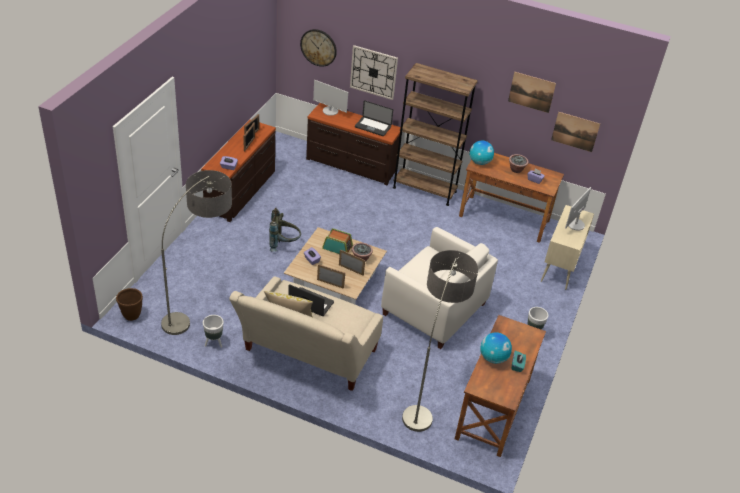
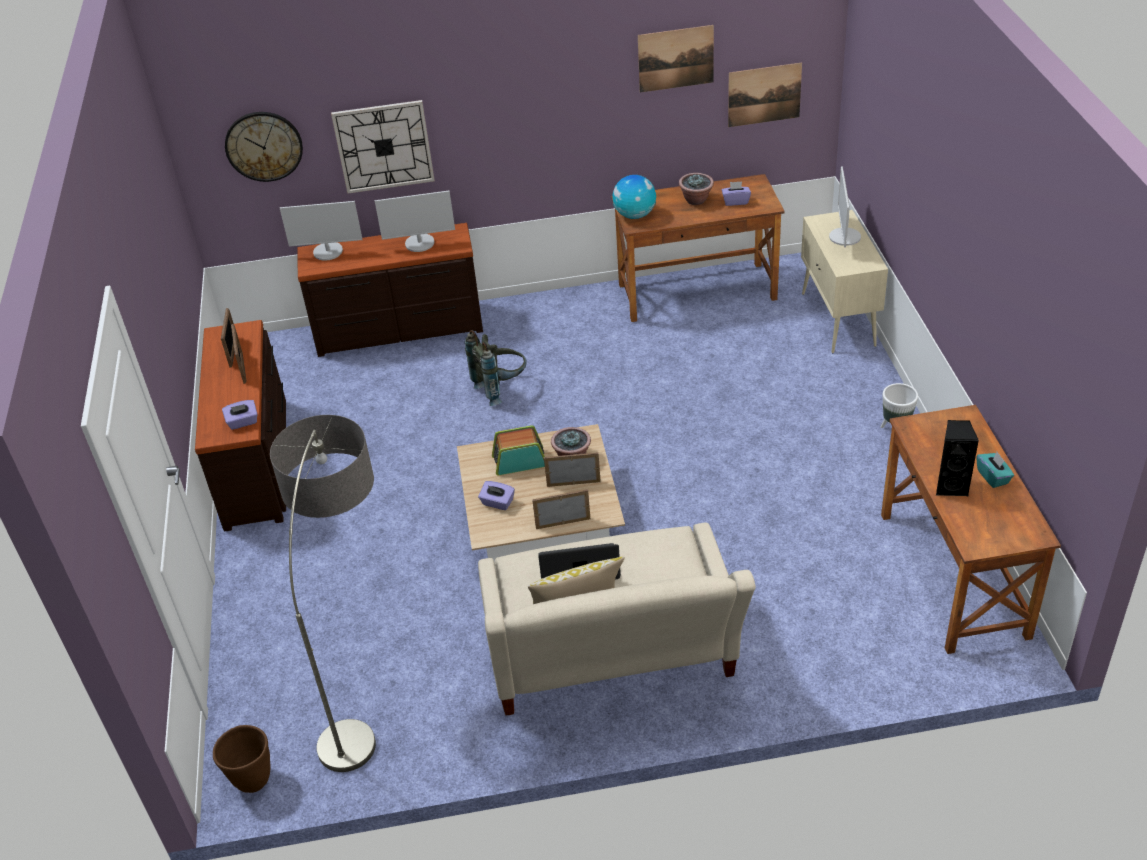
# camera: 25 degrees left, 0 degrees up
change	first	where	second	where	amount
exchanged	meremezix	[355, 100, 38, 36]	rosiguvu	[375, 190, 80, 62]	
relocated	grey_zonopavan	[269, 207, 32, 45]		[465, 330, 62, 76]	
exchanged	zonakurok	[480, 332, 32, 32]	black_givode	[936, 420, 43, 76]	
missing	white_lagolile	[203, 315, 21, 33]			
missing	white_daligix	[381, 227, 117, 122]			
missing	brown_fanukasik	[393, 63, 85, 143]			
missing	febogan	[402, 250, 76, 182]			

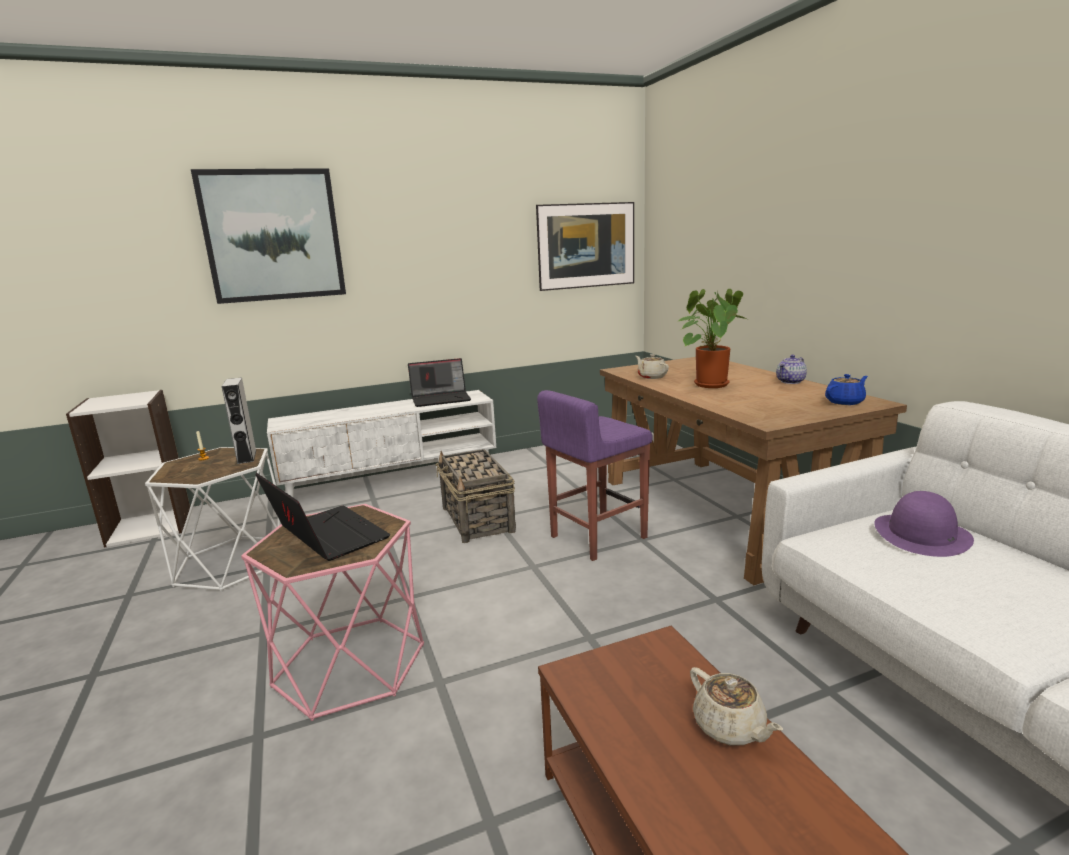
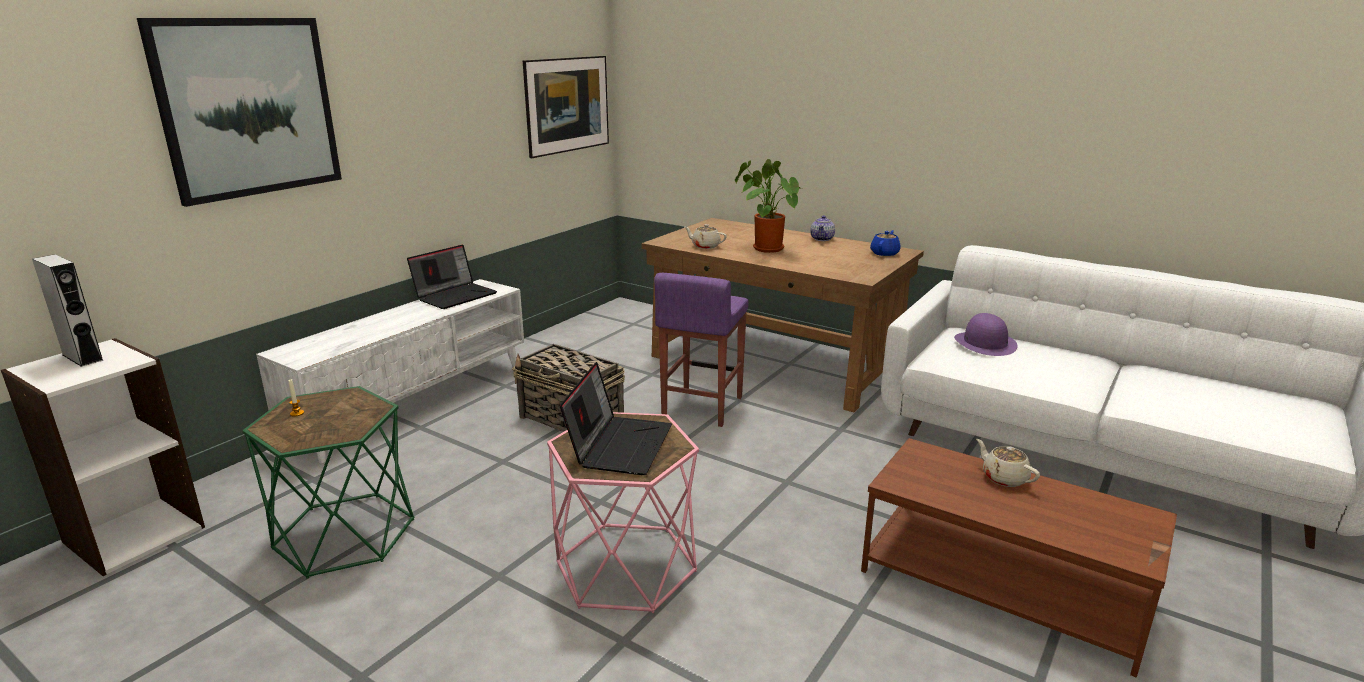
# camera: 35 degrees left, 5 degrees up
change	first	where	second	where	amount
relocated	grey_givode	[222, 377, 35, 87]		[32, 254, 71, 113]	
colour	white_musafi	[145, 447, 136, 145]	green_musafi	[242, 386, 172, 193]	
spun	meremezix	[255, 473, 135, 88]		[560, 362, 112, 113]	90 degrees clockwise
spun	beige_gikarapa	[690, 667, 93, 79]		[976, 439, 64, 48]	150 degrees counterclockwise

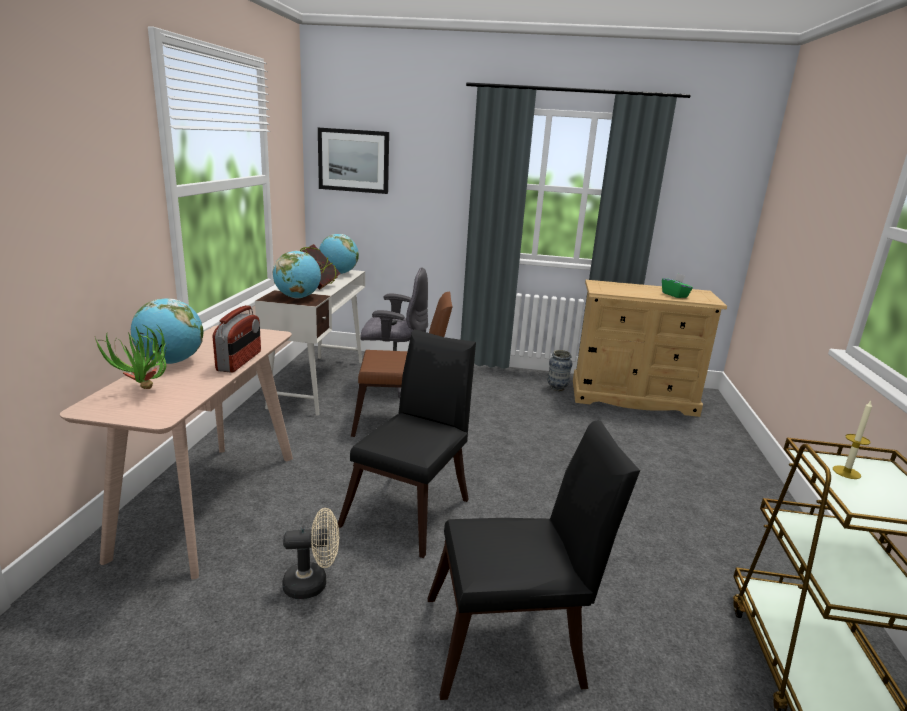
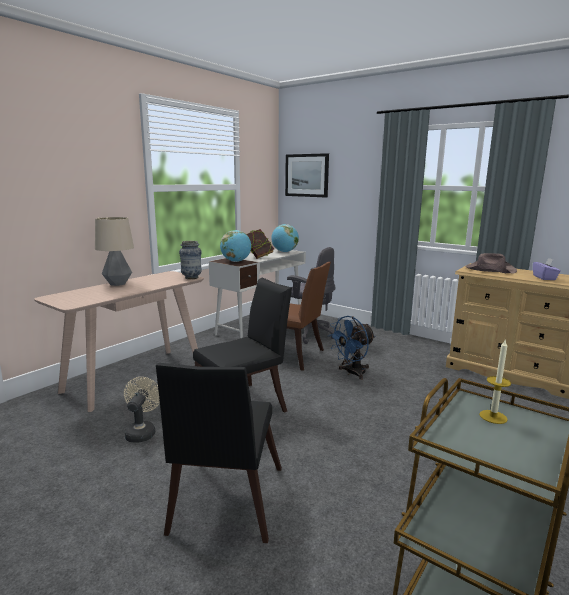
# camera: 30 degrees right, 5 degrees down
change	first	where	second	where	amount
exchanged	zonakurok	[131, 298, 72, 66]	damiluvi	[95, 217, 39, 69]	
spun	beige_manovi	[282, 508, 57, 91]		[124, 377, 36, 66]	105 degrees counterclockwise
spun	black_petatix	[427, 420, 213, 280]		[156, 363, 126, 180]	75 degrees clockwise
relocated	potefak	[548, 350, 24, 41]		[179, 241, 23, 38]	
appeared			blue_manovi	[328, 316, 47, 64]	
appeared			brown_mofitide	[466, 253, 51, 21]	
colour	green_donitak	[662, 273, 31, 25]	purple_donitak	[533, 258, 28, 22]	
missing	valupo	[95, 321, 73, 68]			
missing	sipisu	[213, 305, 48, 68]			

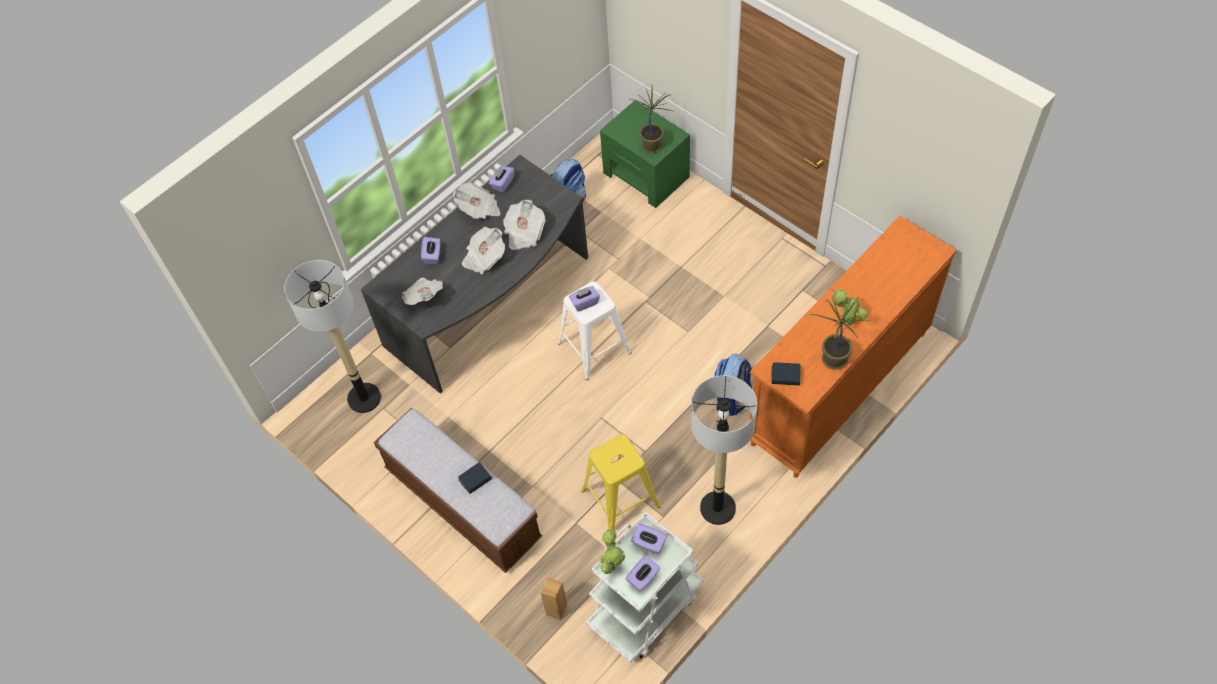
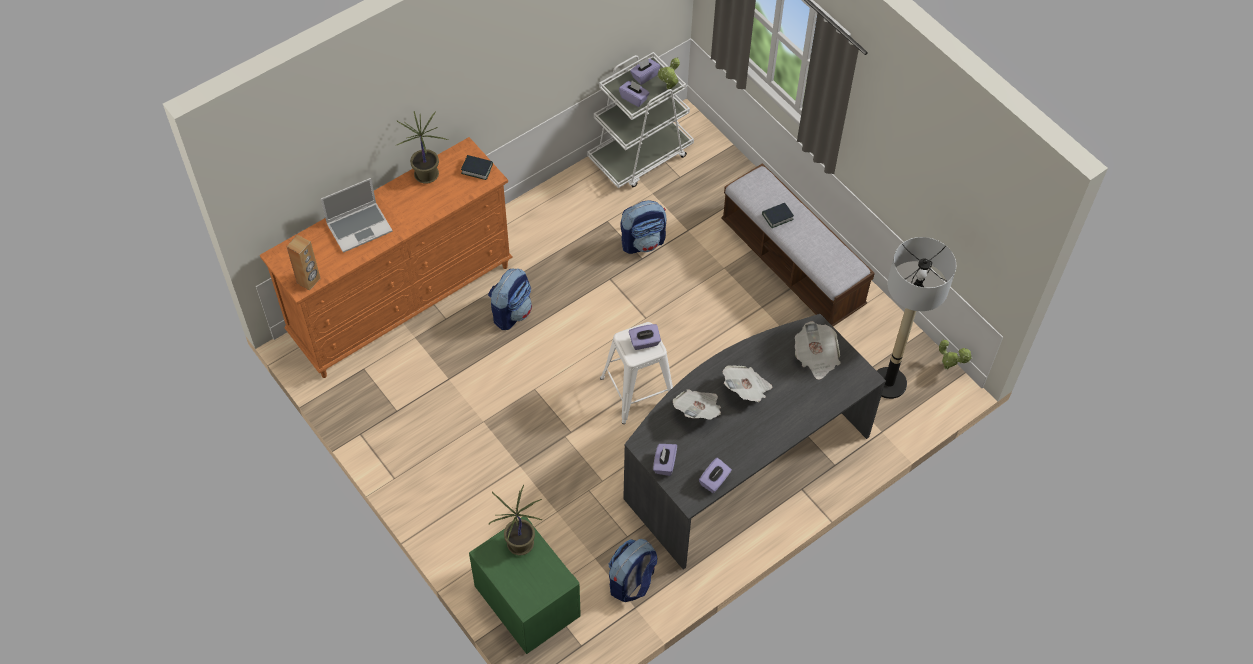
# camera: 175 degrees left, 0 degrees up
change	first	where	second	where	amount
relocated	brown_givode	[541, 577, 26, 43]		[286, 235, 34, 55]	
appeared			meremezix	[321, 178, 71, 75]	
exchanged	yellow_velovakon	[581, 434, 80, 96]	zonopavan	[621, 200, 46, 54]	
relocated	purple_donitak	[421, 237, 19, 27]		[653, 444, 24, 32]	
relocated	valupo	[832, 288, 36, 38]		[939, 339, 33, 30]	
missing	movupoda	[453, 183, 47, 36]			
missing	febogan	[691, 375, 66, 150]			

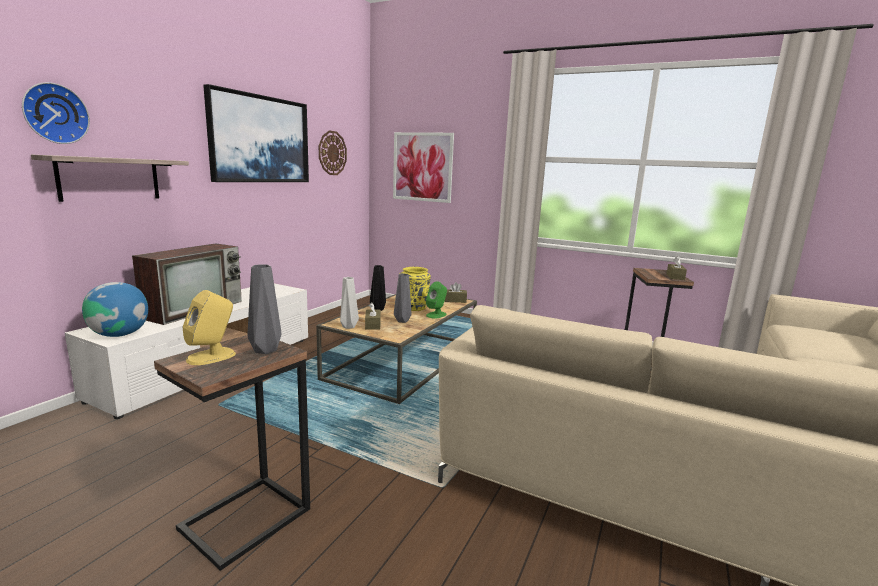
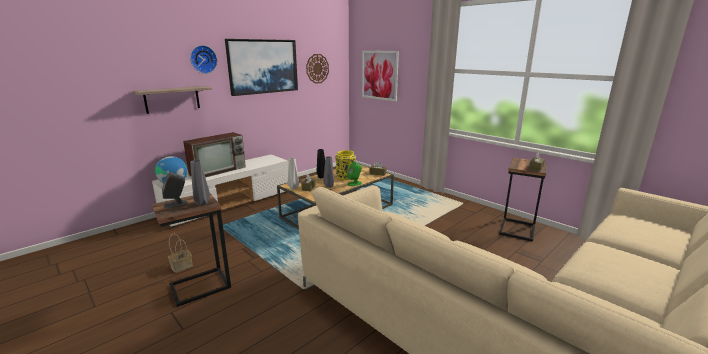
# camera: 20 degrees right, 5 degrees up
change	first	where	second	where	amount
colour	yellow_givode	[183, 290, 53, 75]	grey_givode	[162, 172, 26, 36]	
appeared			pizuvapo	[168, 234, 25, 39]	
relocated	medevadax	[22, 82, 68, 62]		[190, 45, 27, 29]	

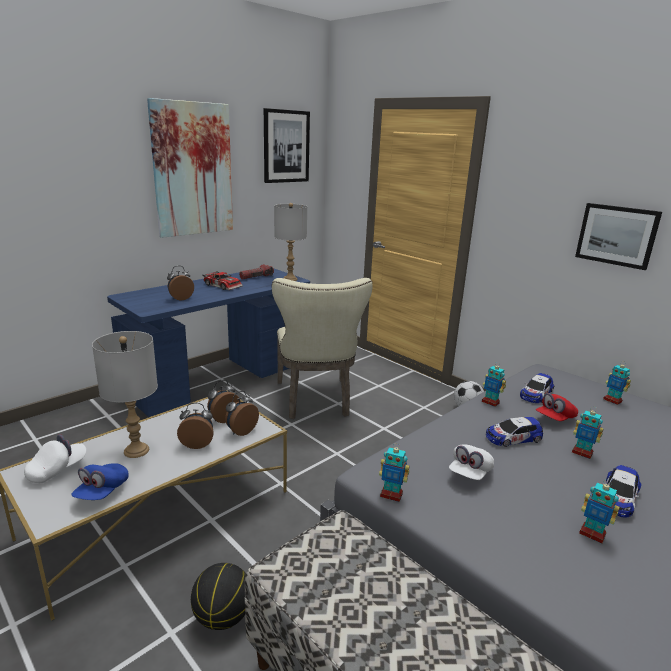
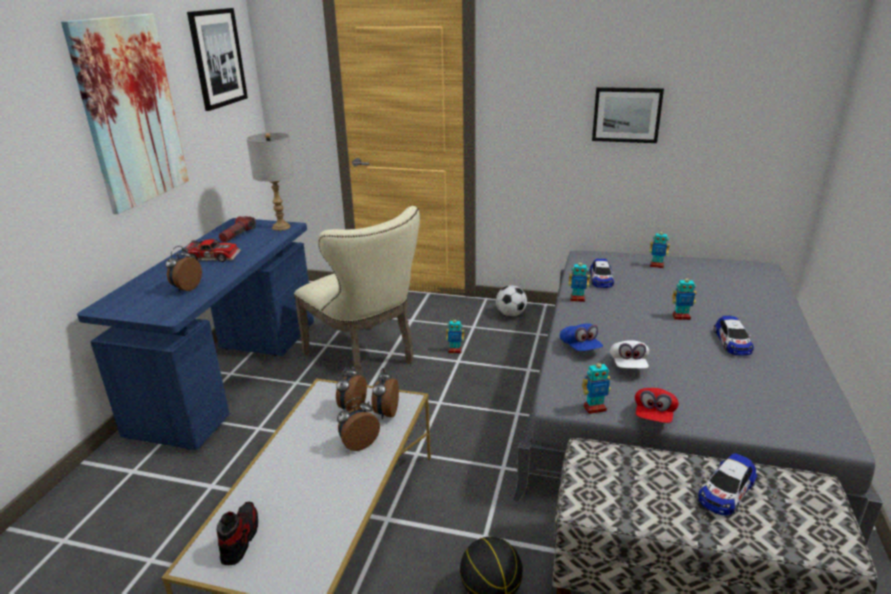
# camera: 30 degrees left, 5 degrees up
change	first	where	second	where	amount
exchanged	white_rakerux	[24, 434, 62, 49]	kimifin	[217, 502, 41, 63]	
relocated	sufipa	[579, 479, 41, 64]		[446, 319, 18, 34]	
relocated	blue_rakerux	[72, 463, 57, 37]		[560, 323, 43, 28]	
relocated	red_rakerux	[536, 393, 42, 28]		[635, 388, 44, 35]	
relocated	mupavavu	[486, 417, 57, 30]		[698, 453, 60, 63]	
missing	grey_damiluvi	[92, 331, 66, 127]			

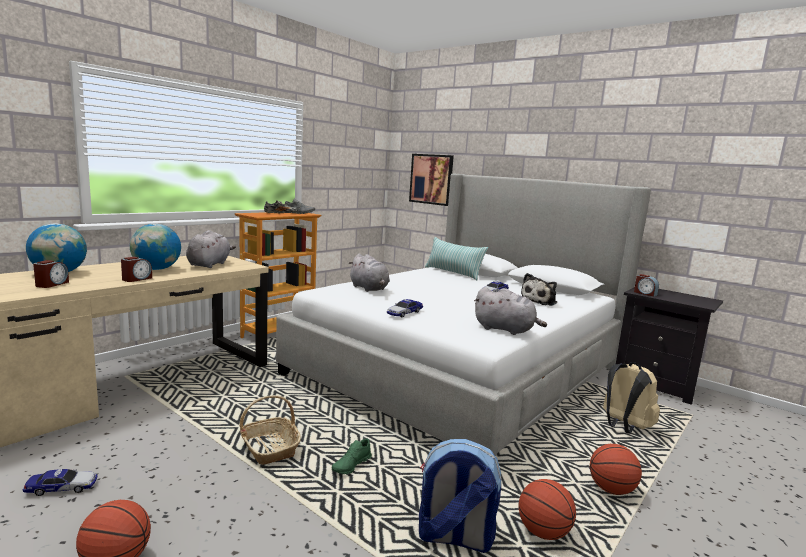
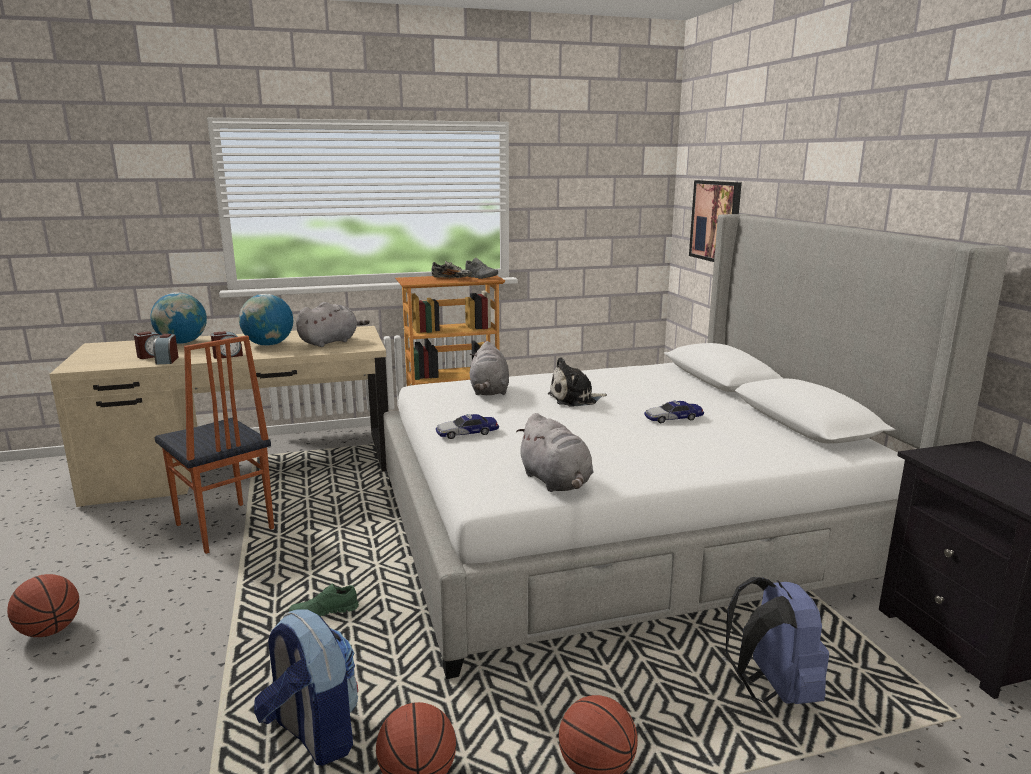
# camera: 35 degrees right, 5 degrees up
change	first	where	second	where	amount
relocated	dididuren	[634, 274, 25, 23]		[153, 334, 26, 31]	
appeared			petatix	[155, 336, 119, 218]	
relocated	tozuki	[521, 273, 36, 33]		[548, 357, 59, 49]	
colour	beige_zonopavan	[603, 362, 57, 72]	blue_zonopavan	[726, 577, 103, 127]	
missing	mupavavu	[22, 469, 76, 27]			
missing	pizuvapo	[240, 395, 61, 70]			
missing	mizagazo	[425, 237, 63, 43]			

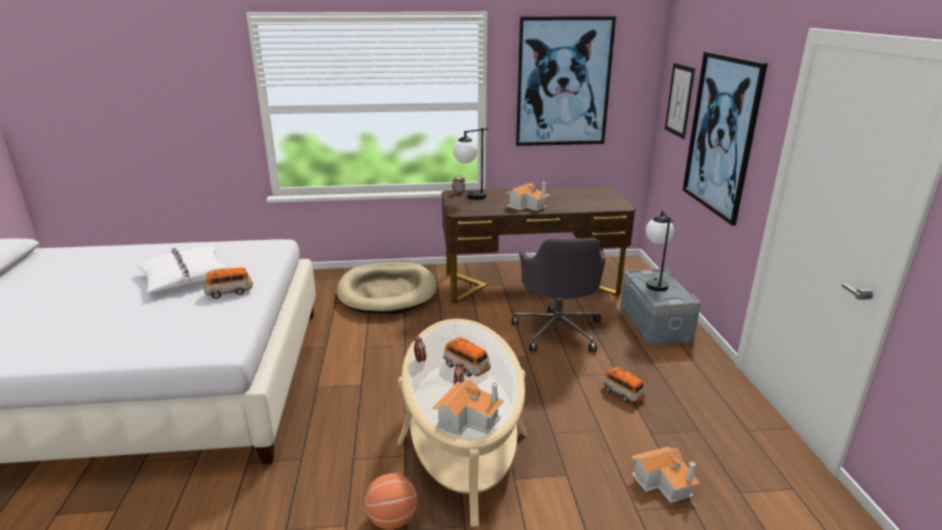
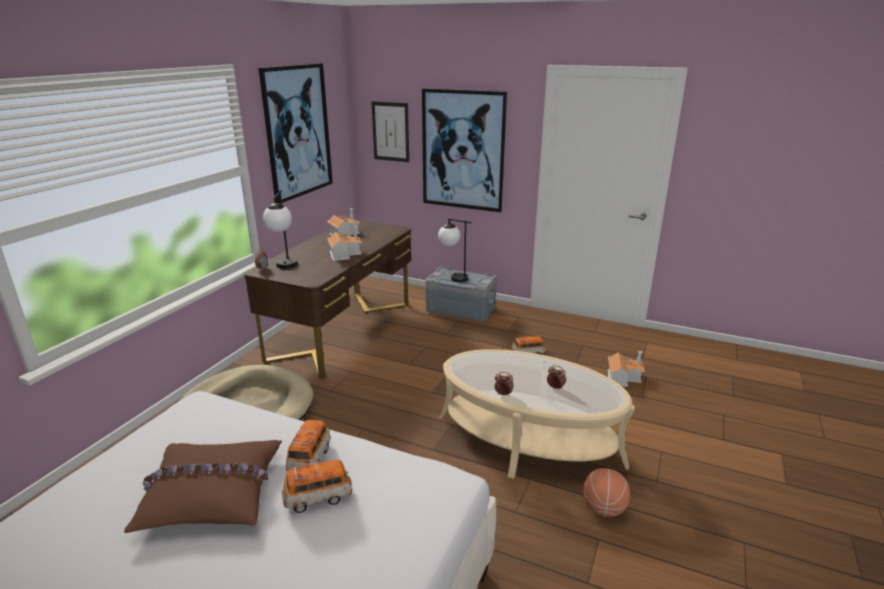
# camera: 60 degrees left, 0 degrees up
change	first	where	second	where	amount
colour	white_mizagazo	[136, 247, 92, 46]	brown_mizagazo	[124, 440, 158, 93]	
relocated	mupavavu	[443, 337, 48, 40]		[282, 460, 70, 53]	
relocated	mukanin	[432, 378, 72, 58]		[327, 208, 33, 29]	
missing	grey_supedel	[512, 238, 94, 114]			

